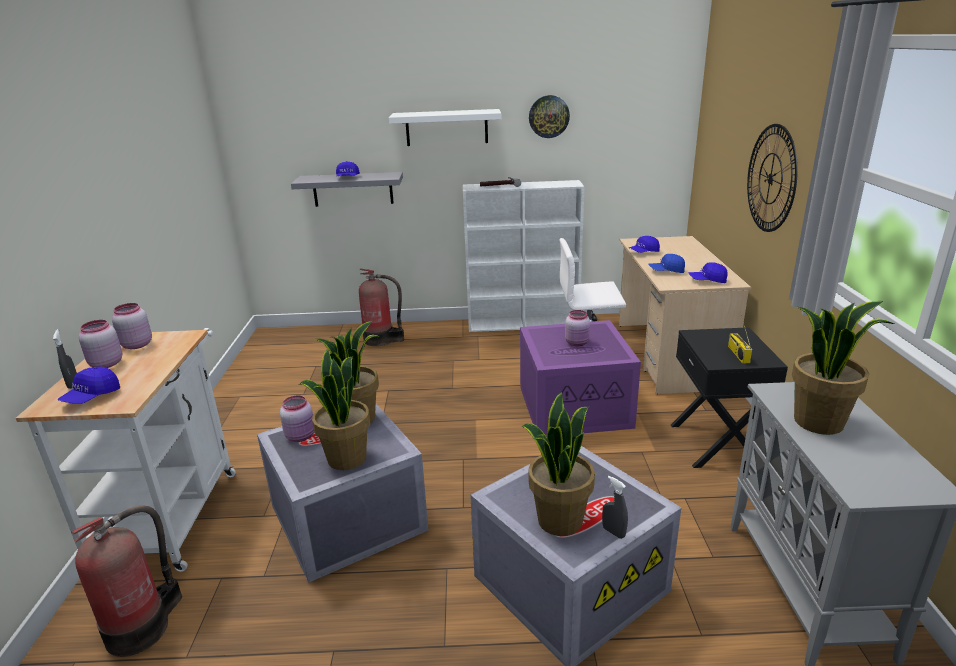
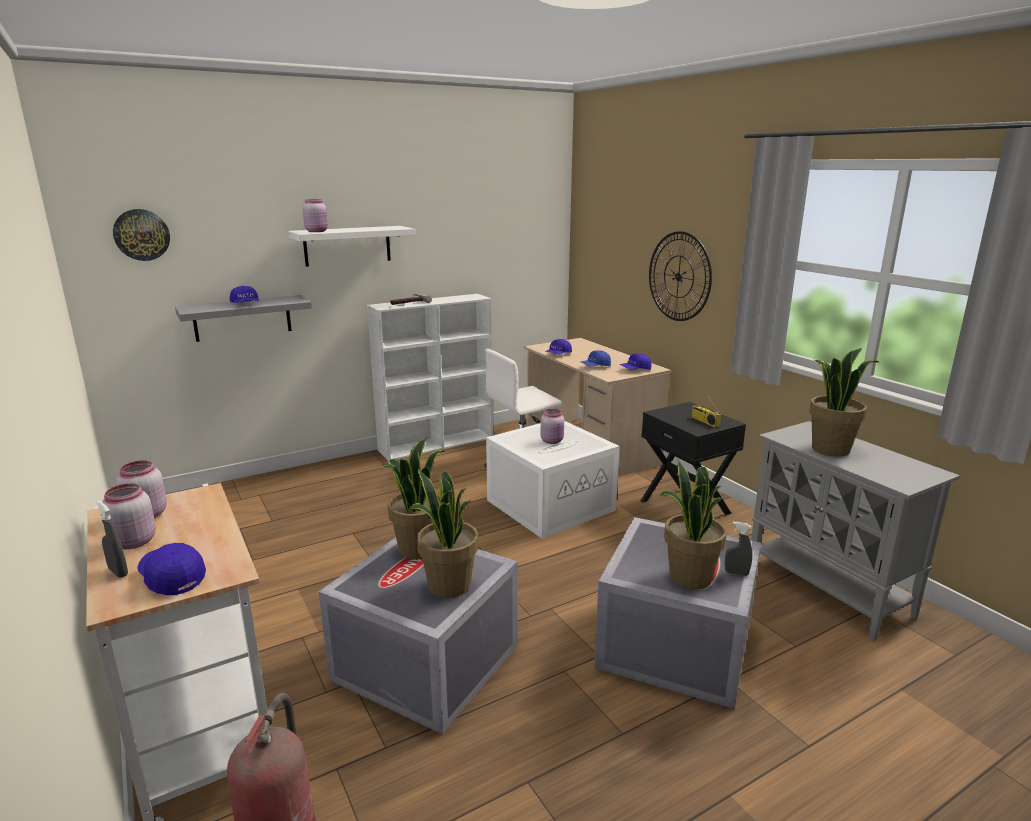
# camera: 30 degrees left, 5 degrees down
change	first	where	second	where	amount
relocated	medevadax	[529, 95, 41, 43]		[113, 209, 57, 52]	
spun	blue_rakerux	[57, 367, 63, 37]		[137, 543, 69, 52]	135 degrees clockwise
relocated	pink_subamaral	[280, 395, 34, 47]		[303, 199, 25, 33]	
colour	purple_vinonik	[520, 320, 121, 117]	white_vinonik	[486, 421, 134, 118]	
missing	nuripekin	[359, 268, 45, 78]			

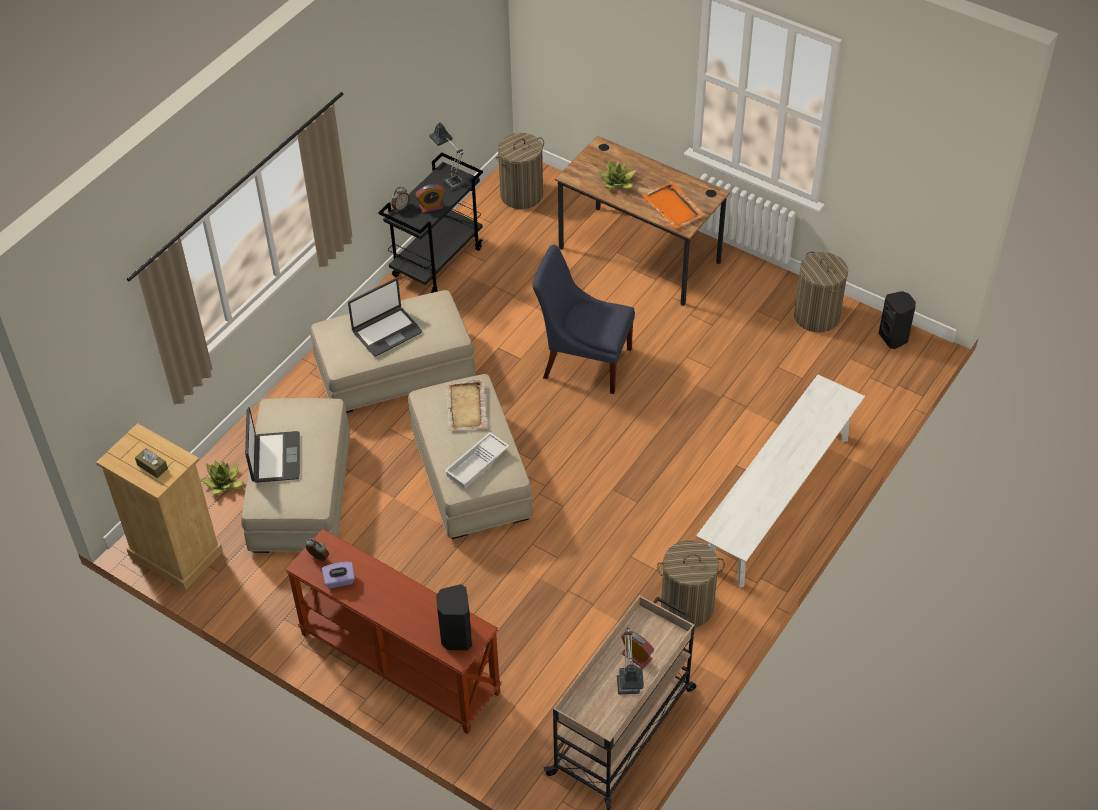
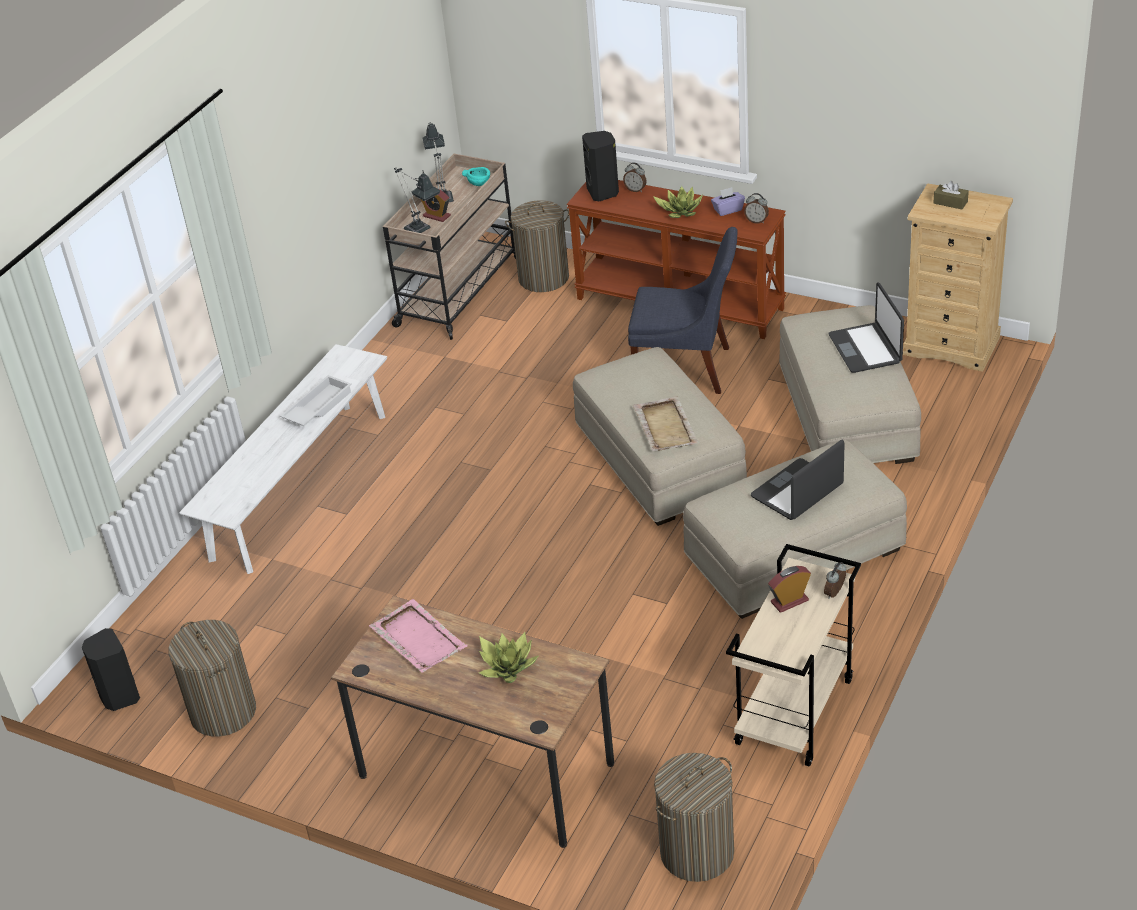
# camera: 175 degrees right, 10 degrees down
change	first	where	second	where	amount
relocated	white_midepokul	[444, 432, 65, 57]		[280, 375, 72, 51]	
colour	orange_midepokul	[642, 181, 64, 47]	pink_midepokul	[369, 599, 99, 74]	
relocated	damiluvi	[429, 122, 37, 68]		[394, 167, 46, 66]	
appeared			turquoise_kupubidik	[462, 167, 28, 19]	
relocated	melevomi	[657, 540, 68, 88]		[505, 200, 64, 92]	
appeared			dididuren	[623, 163, 24, 29]	
relocated	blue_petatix	[532, 245, 103, 149]		[628, 227, 110, 167]	
relocated	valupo	[200, 460, 43, 35]		[653, 186, 50, 32]	
colour	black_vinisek	[378, 152, 105, 141]	beige_vinisek	[726, 544, 135, 223]	

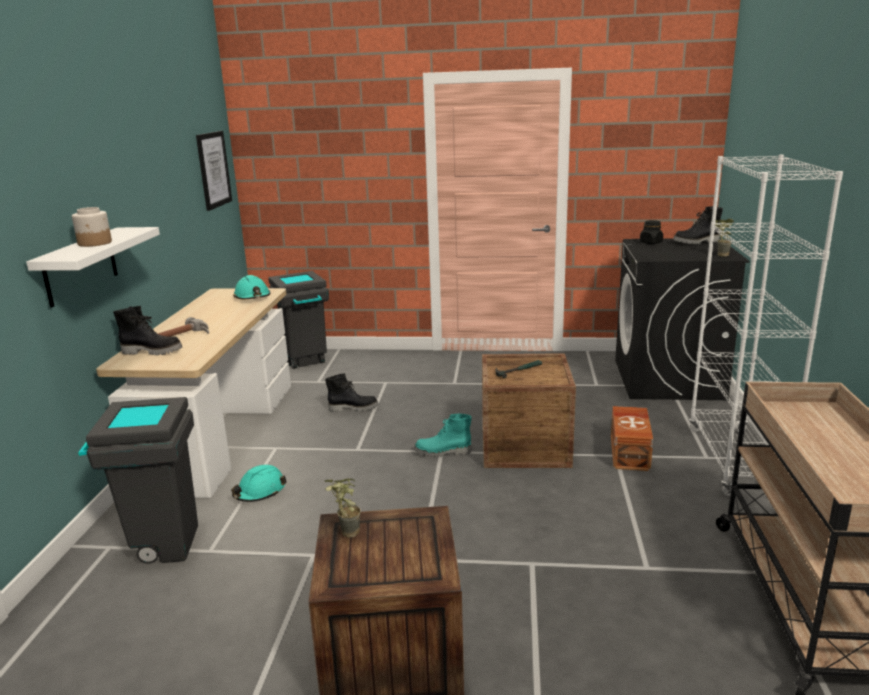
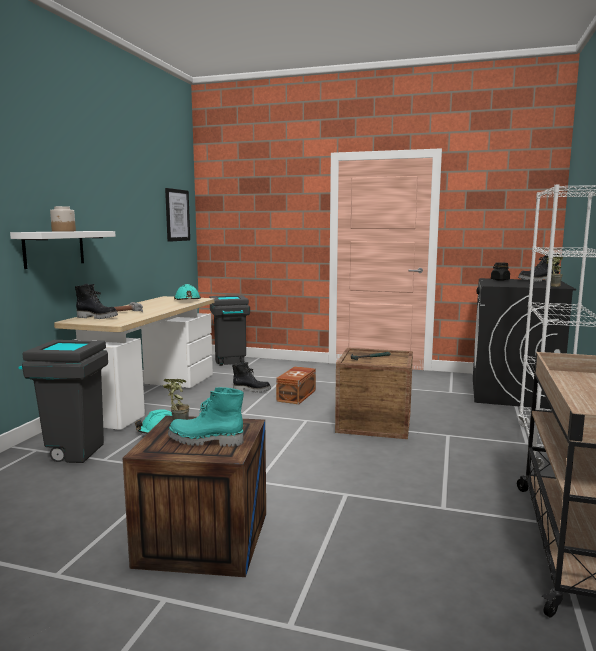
# camera: 10 degrees right, 10 degrees down
change	first	where	second	where	amount
relocated	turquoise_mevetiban	[414, 414, 58, 44]		[168, 387, 76, 60]	
relocated	brown_vinonik	[611, 406, 42, 65]		[276, 366, 40, 38]	

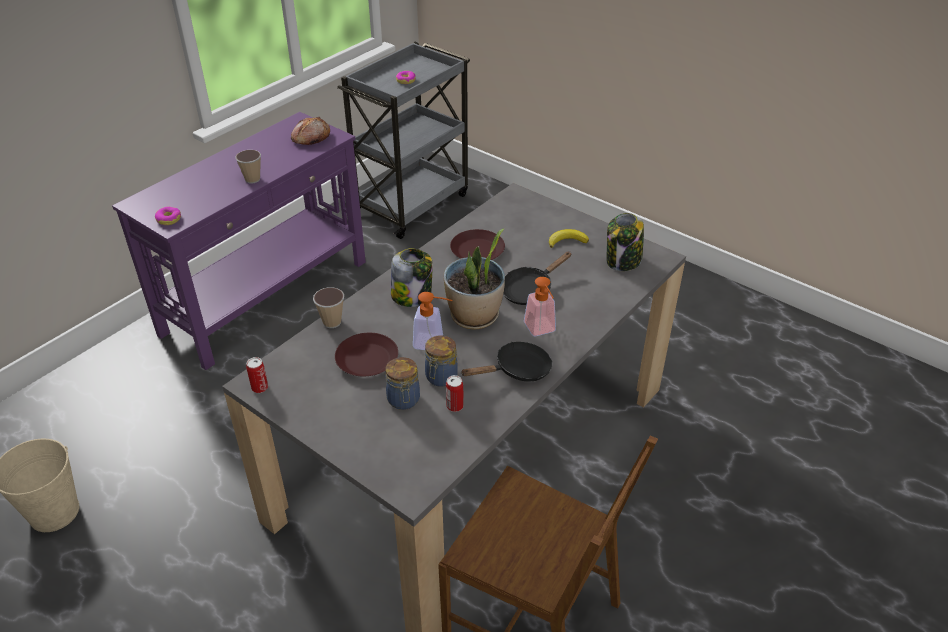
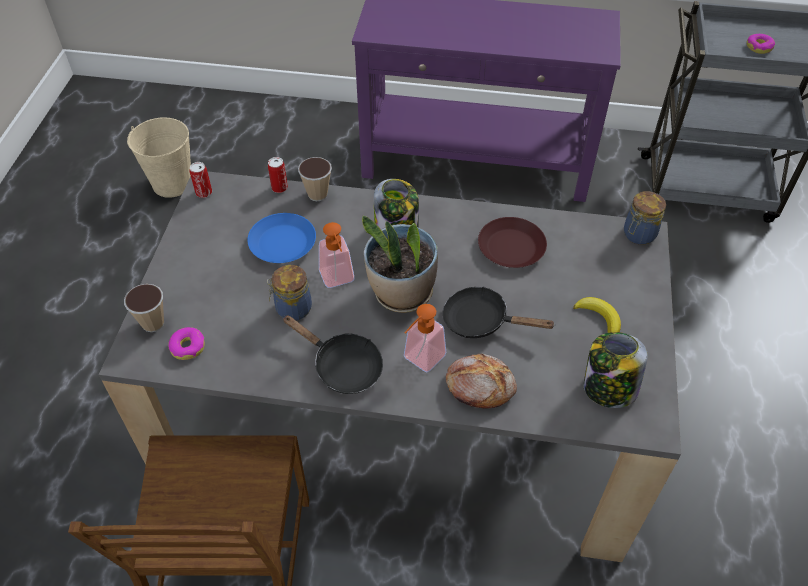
# camera: 60 degrees right, 10 degrees up
change	first	where	second	where	amount
relocated	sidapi	[235, 150, 26, 33]		[124, 284, 40, 48]	
relocated	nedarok	[155, 206, 26, 19]		[168, 327, 37, 33]	
colour	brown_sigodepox	[335, 333, 63, 43]	blue_sigodepox	[247, 213, 69, 50]	
relocated	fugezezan	[446, 375, 18, 37]		[268, 157, 20, 36]	
relocated	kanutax	[291, 117, 39, 28]		[446, 353, 71, 56]	
relocated	subamaral	[386, 357, 34, 53]		[624, 191, 42, 54]	

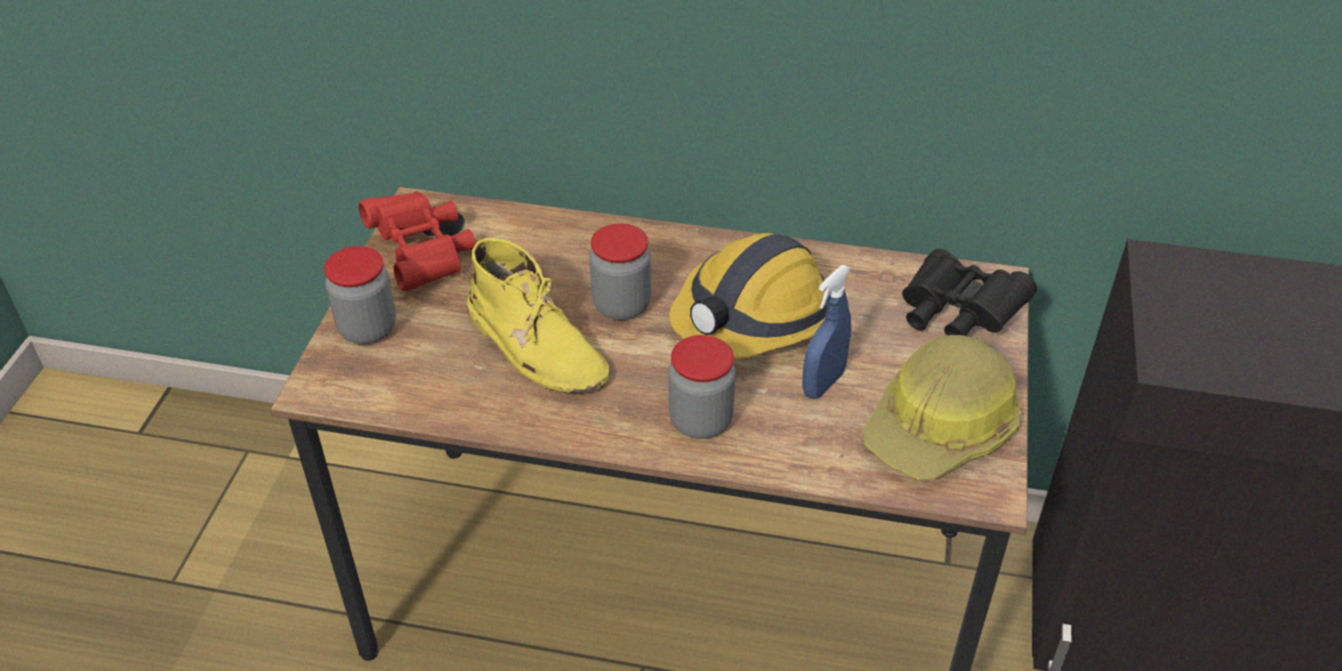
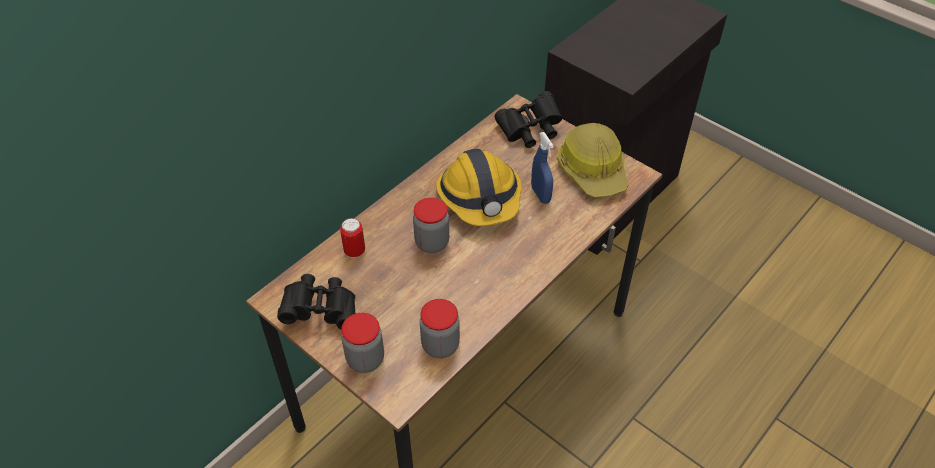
# camera: 60 degrees left, 5 degrees up
change	first	where	second	where	amount
colour	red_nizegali	[359, 191, 117, 100]	black_nizegali	[277, 274, 78, 55]	
appeared			fugezezan	[340, 218, 25, 40]	
relocated	subamaral	[669, 335, 67, 104]		[420, 299, 40, 59]	
missing	yellow_mevetiban	[467, 238, 143, 156]			

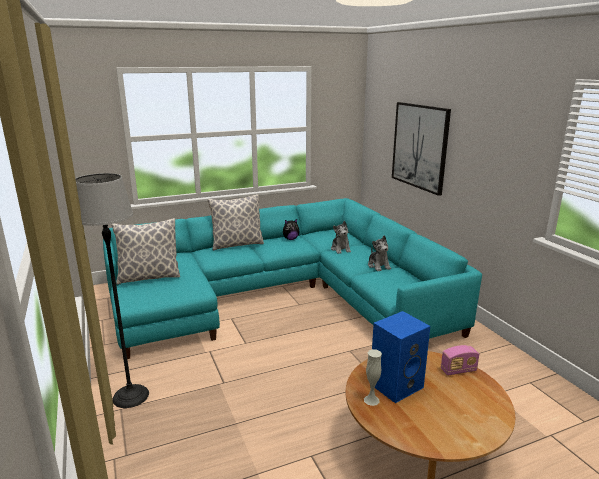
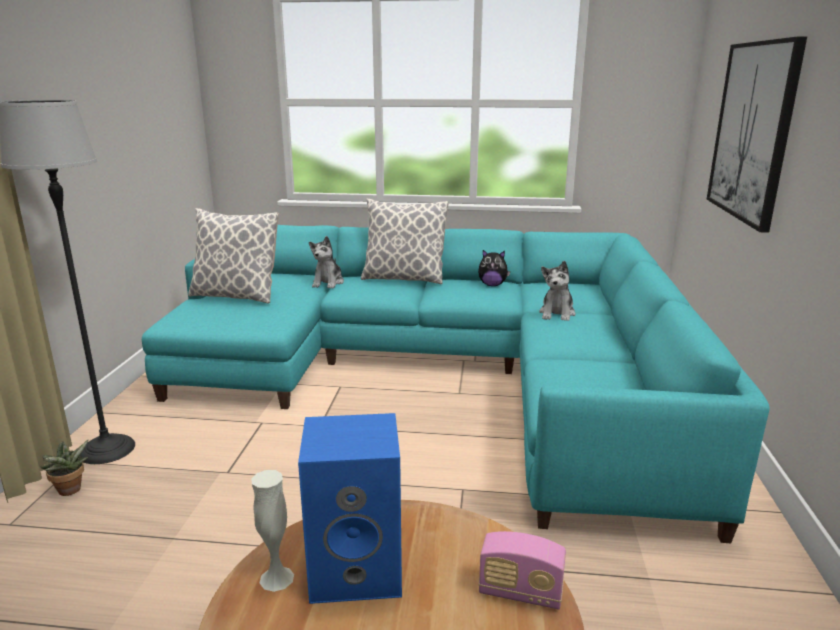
# camera: 30 degrees right, 0 degrees up
change	first	where	second	where	amount
appeared			valupo	[40, 440, 48, 56]	
relocated	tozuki	[368, 236, 23, 35]		[309, 236, 35, 53]	

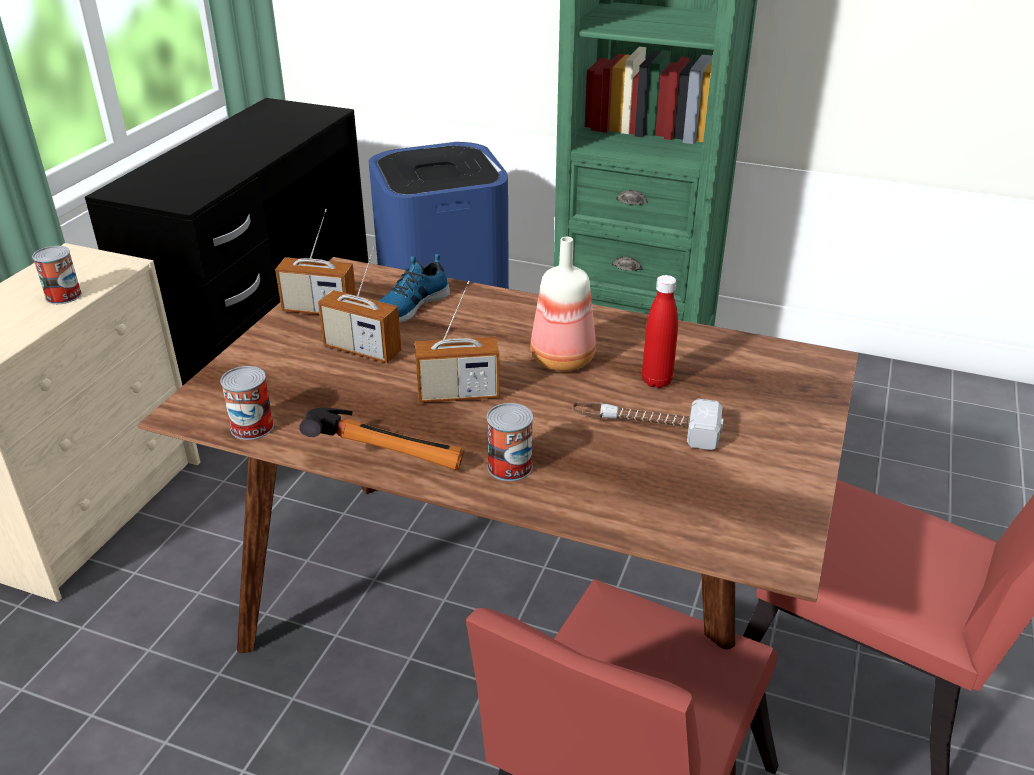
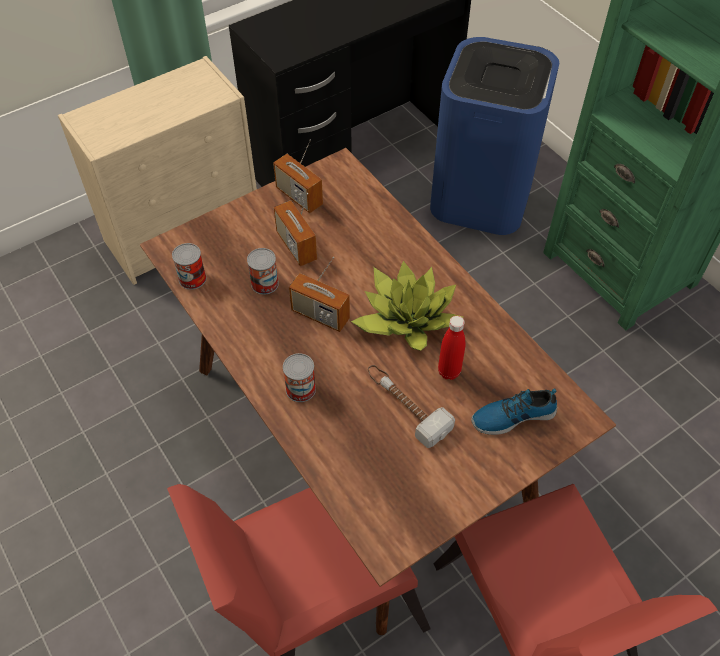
# camera: 35 degrees right, 20 degrees up
change	first	where	second	where	amount
relocated	fugezezan	[32, 246, 50, 58]		[247, 248, 32, 47]	
exchanged	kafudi	[530, 237, 66, 134]	valupo	[351, 261, 112, 90]	
relocated	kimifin	[379, 254, 71, 69]		[471, 388, 86, 47]	
missing	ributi	[299, 408, 165, 62]			

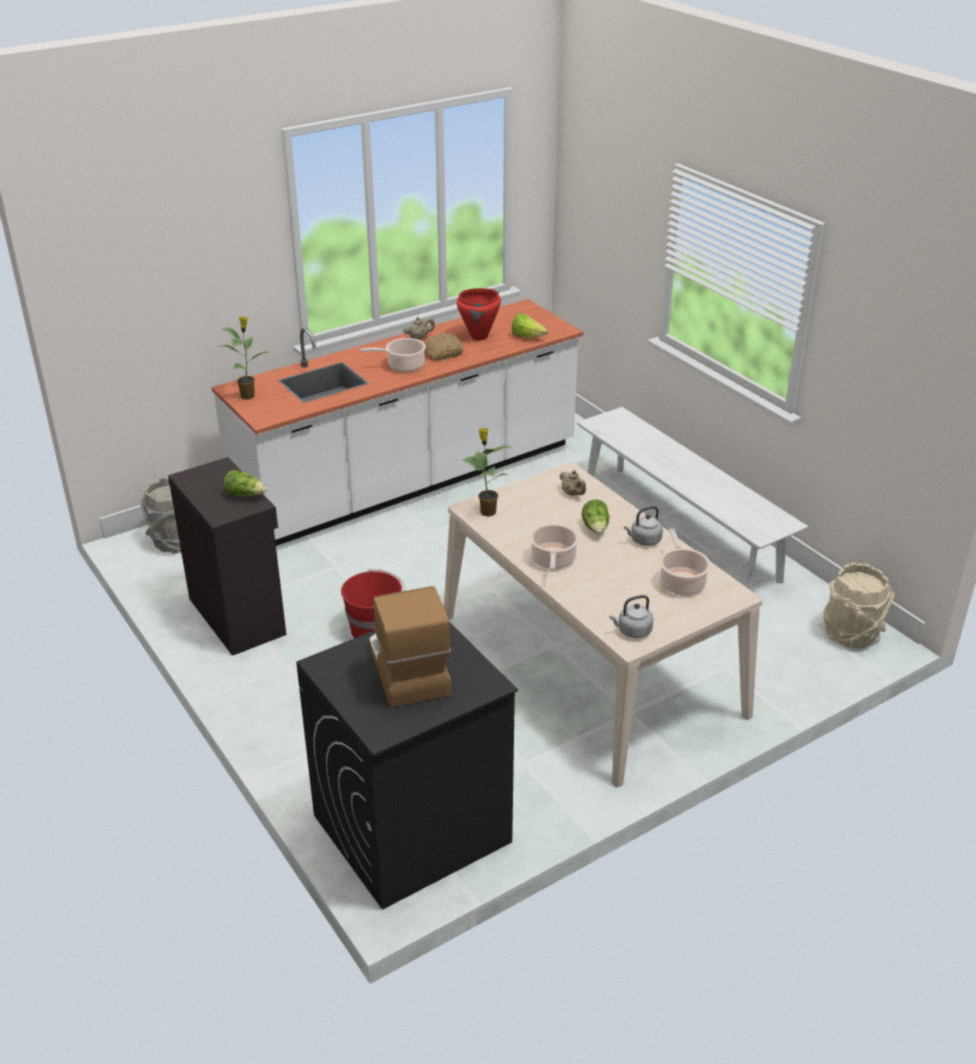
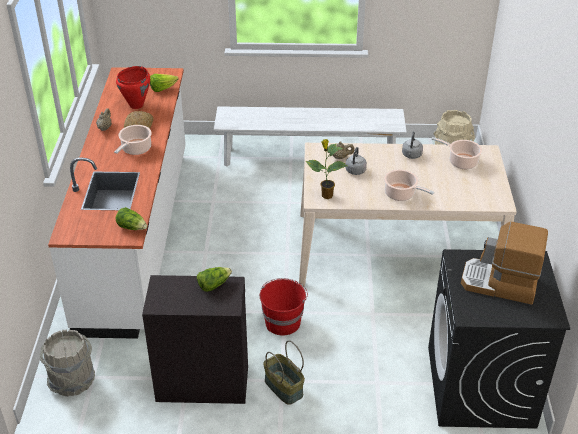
# camera: 55 degrees left, 5 degrees up
change	first	where	second	where	amount
relocated	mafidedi	[581, 500, 29, 34]		[116, 207, 31, 23]	
appeared			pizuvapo	[263, 340, 42, 65]	
relocated	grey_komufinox	[609, 595, 45, 43]		[345, 147, 22, 28]	
missing	valupo	[217, 316, 53, 84]			

